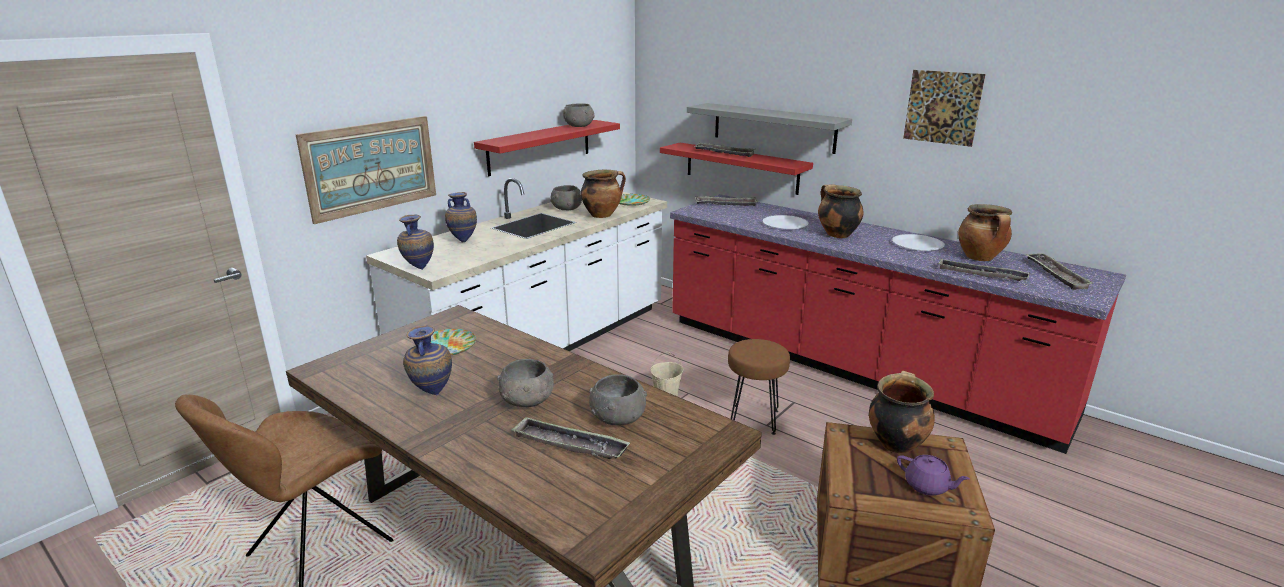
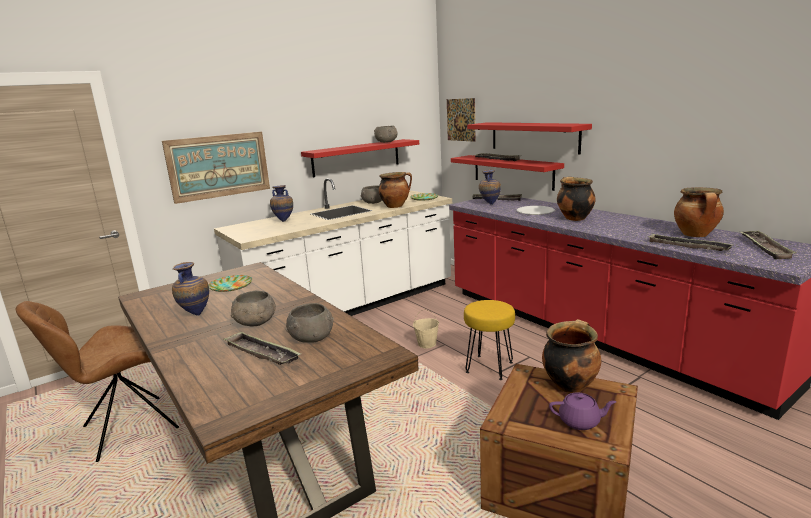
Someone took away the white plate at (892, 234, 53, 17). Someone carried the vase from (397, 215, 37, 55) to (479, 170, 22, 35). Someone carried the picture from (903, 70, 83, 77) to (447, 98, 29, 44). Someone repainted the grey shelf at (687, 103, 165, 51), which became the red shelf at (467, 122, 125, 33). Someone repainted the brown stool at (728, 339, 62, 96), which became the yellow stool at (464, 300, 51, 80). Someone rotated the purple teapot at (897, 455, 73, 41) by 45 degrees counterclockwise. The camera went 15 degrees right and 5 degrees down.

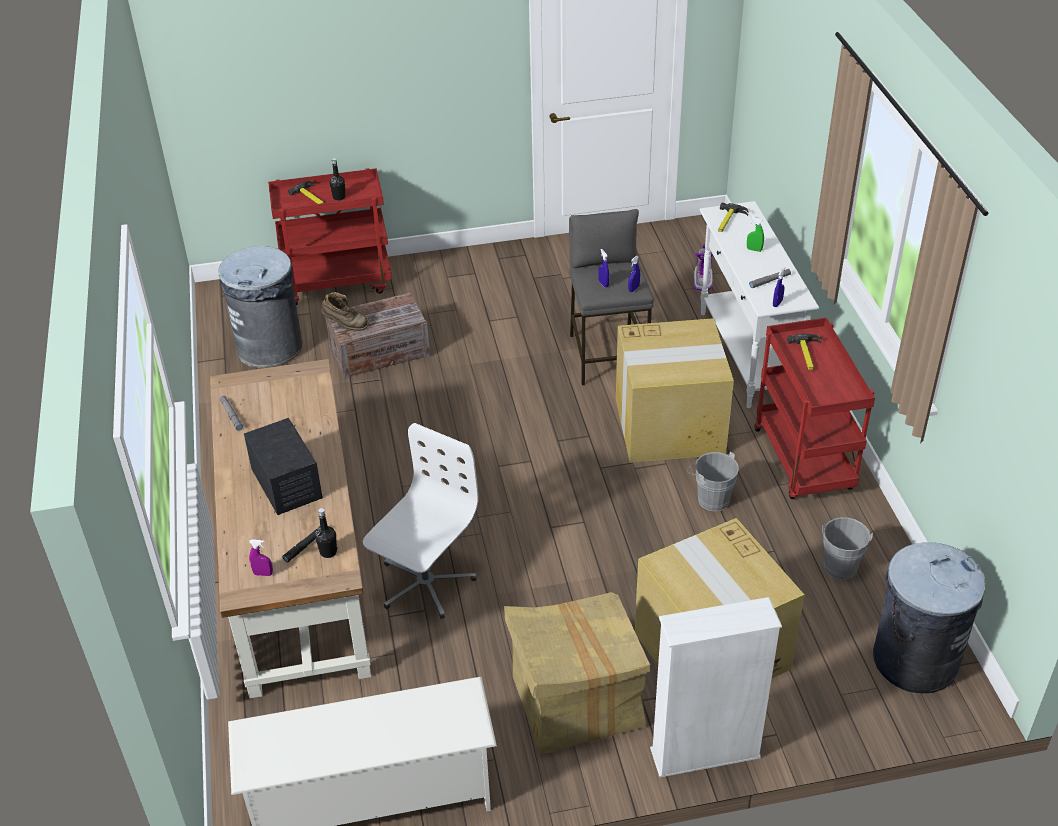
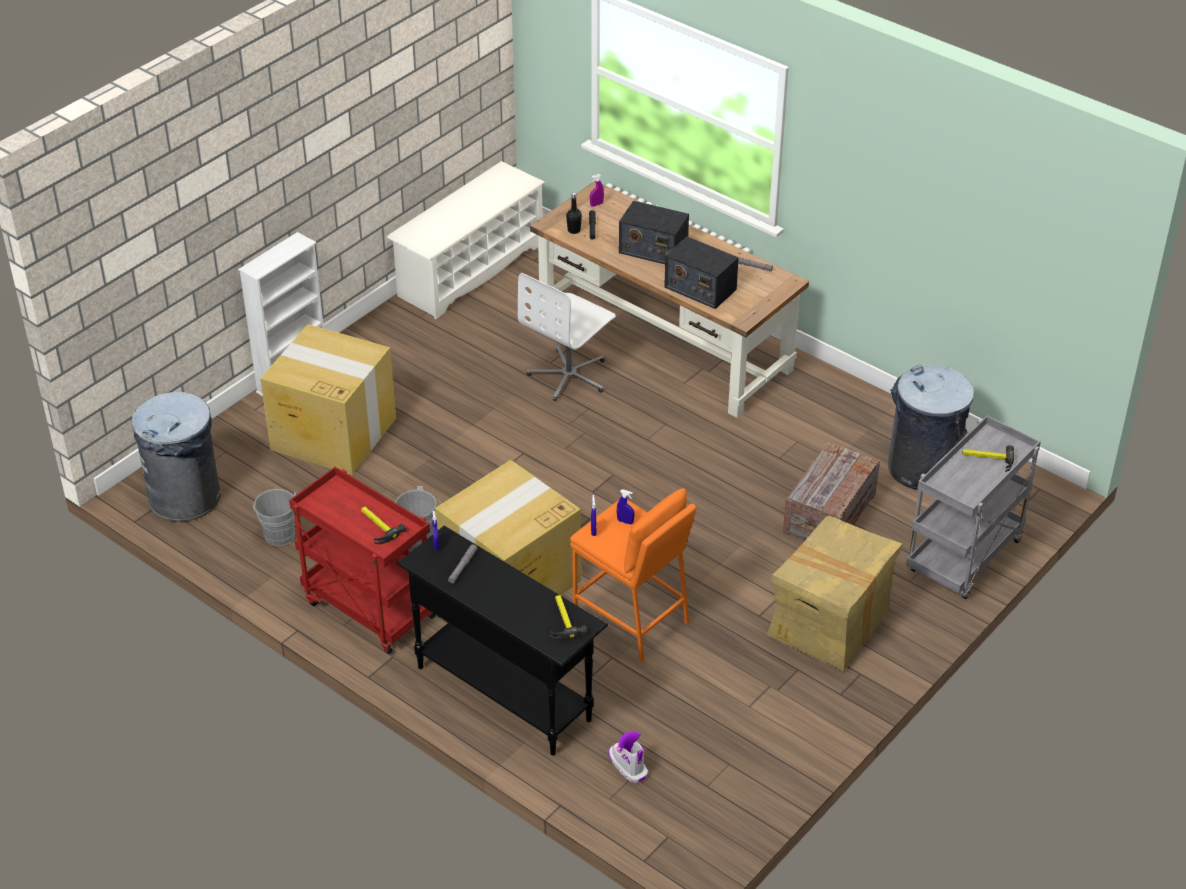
Someone took away the brown boot at (321, 292, 48, 39). Someone took away the black bottle at (329, 158, 16, 43). Someone took away the green spray bottle at (747, 216, 17, 36). Someone put down the radio at (664, 236, 75, 73). Someone carried the cardboard box from (504, 592, 147, 162) to (767, 516, 135, 155). Someone repainted the red cart at (268, 168, 124, 137), which became the grey cart at (906, 416, 135, 183). Someone repainted the grey stool at (569, 209, 85, 177), which became the orange stool at (570, 488, 126, 174). Someone repainted the white console table at (699, 201, 120, 207), which became the black console table at (397, 526, 211, 229). Someone rotated the white office chair at (363, 423, 116, 196) by 45 degrees clockwise. The camera went 140 degrees right and 0 degrees up.

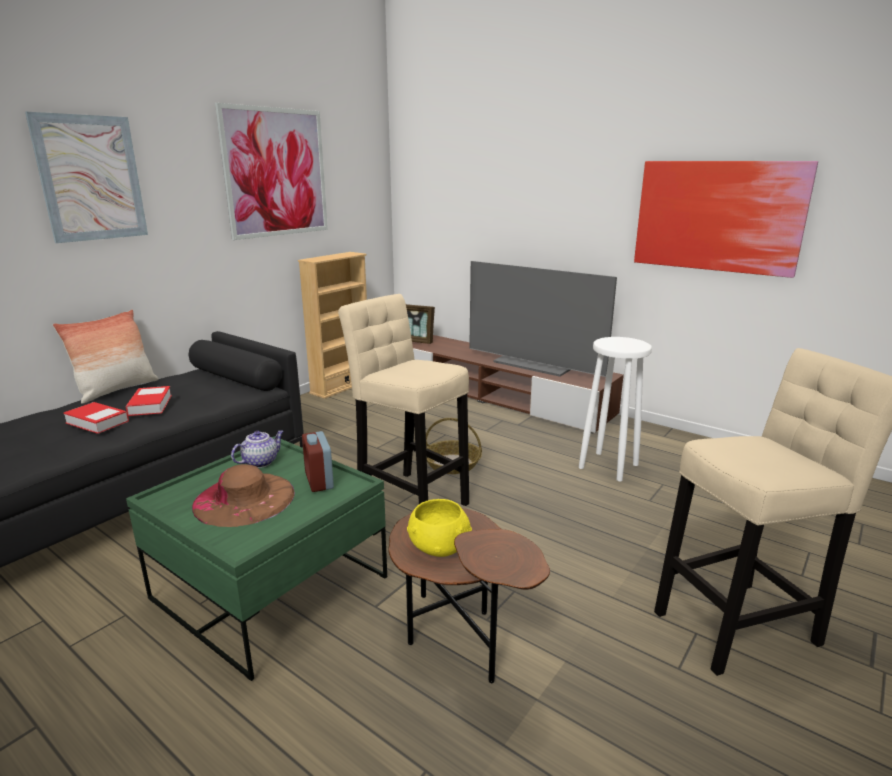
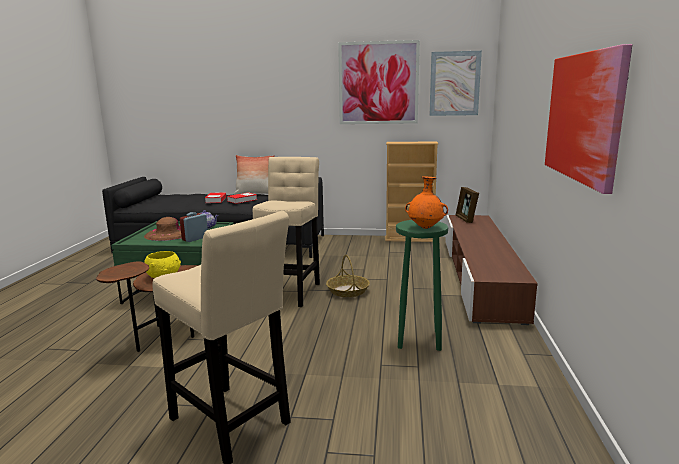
Someone took away the television at (469, 261, 148, 116). Someone put down the orange vase at (405, 177, 43, 52). Someone carried the picture from (25, 112, 123, 131) to (429, 51, 53, 65). Someone repainted the white stool at (579, 337, 73, 144), which became the green stool at (396, 220, 52, 131). The camera went 60 degrees right and 5 degrees down.

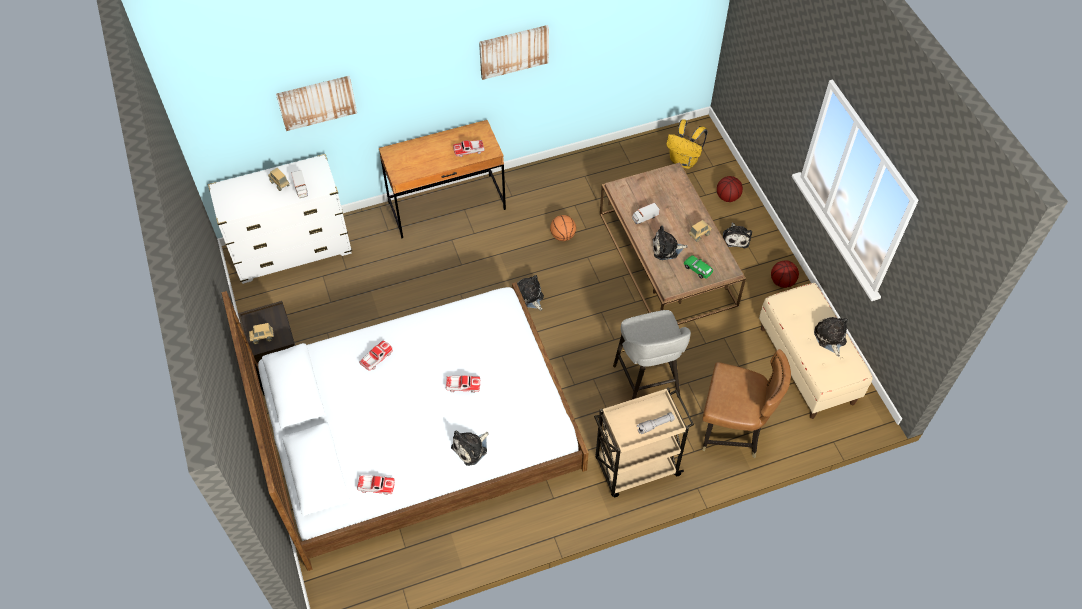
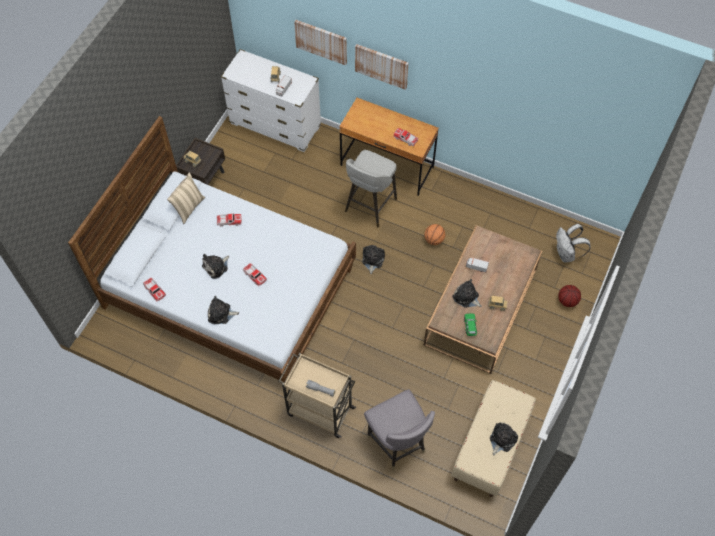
Someone took away the basketball at (771, 260, 28, 28). Someone put down the beige pillow at (167, 172, 38, 52). Someone carried the picture from (479, 25, 70, 55) to (355, 44, 54, 46). Someone carried the grey stool from (613, 310, 78, 89) to (345, 150, 52, 77). Someone carried the plush toy from (723, 222, 29, 26) to (202, 254, 27, 25). Someone repainted the yellow backpack at (666, 119, 42, 50), which became the white backpack at (556, 224, 35, 38). Someone repainted the brown chair at (702, 349, 89, 110), which became the grey chair at (364, 389, 71, 81). The camera went 45 degrees right and 5 degrees up.

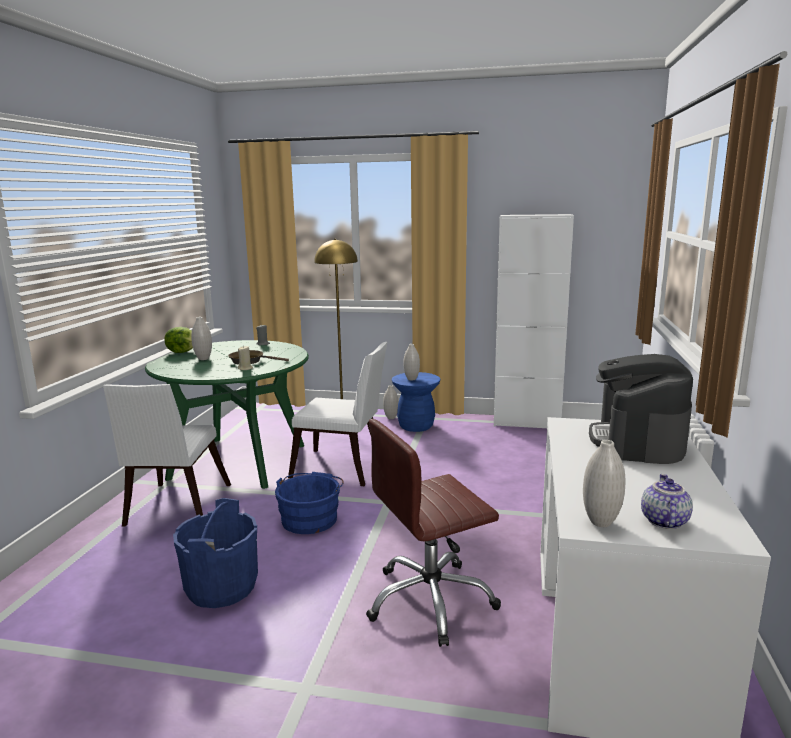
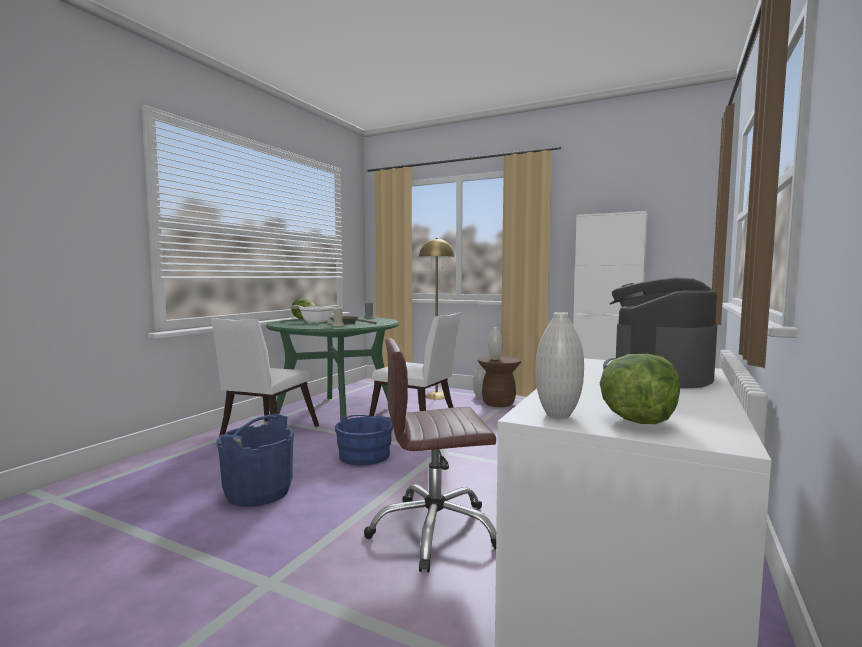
Someone swapped the white vase at (191, 317, 21, 43) for the frying pan at (290, 305, 45, 18). Someone swapped the teapot at (641, 474, 52, 55) for the lettuce at (600, 354, 80, 70). Someone repainted the blue stool at (392, 372, 48, 60), which became the brown stool at (478, 356, 43, 51). The camera went 15 degrees right and 10 degrees down.

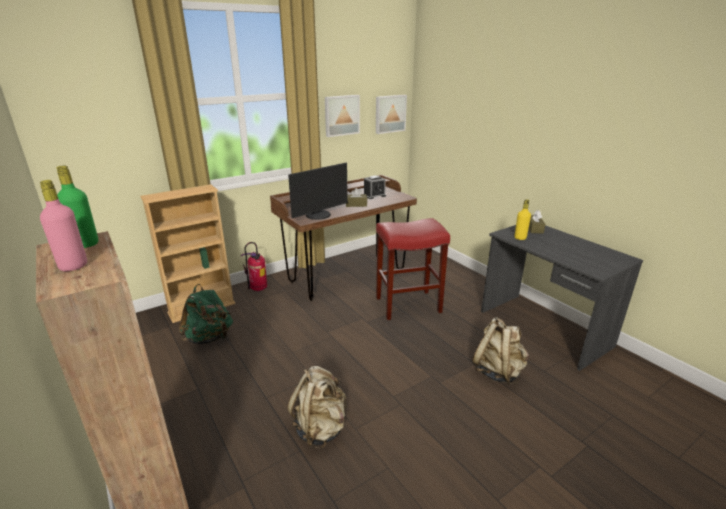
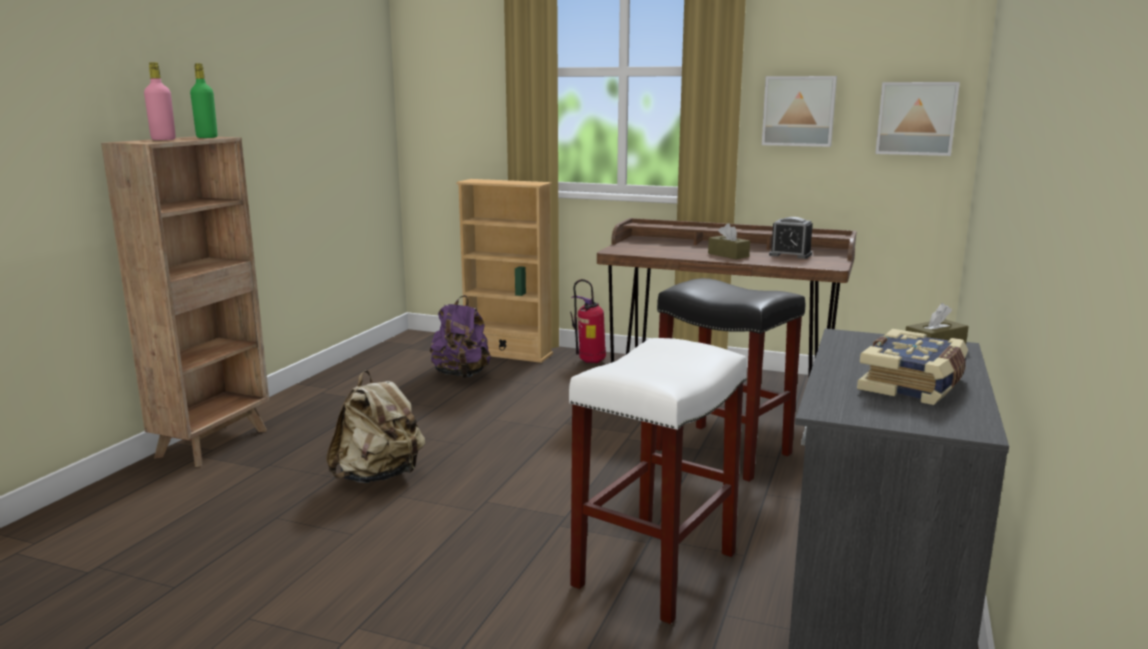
Someone took away the monitor at (288, 163, 60, 57). Someone took away the yellow bottle at (514, 199, 17, 41). Someone put down the book at (857, 329, 111, 76). Someone swapped the beige backpack at (472, 317, 57, 68) for the white stool at (569, 338, 178, 286). Someone repainted the green backpack at (179, 284, 54, 60), which became the purple backpack at (430, 295, 61, 83). Someone repainted the red stool at (376, 218, 74, 102), which became the black stool at (656, 278, 149, 204). The camera went 55 degrees right and 10 degrees down.

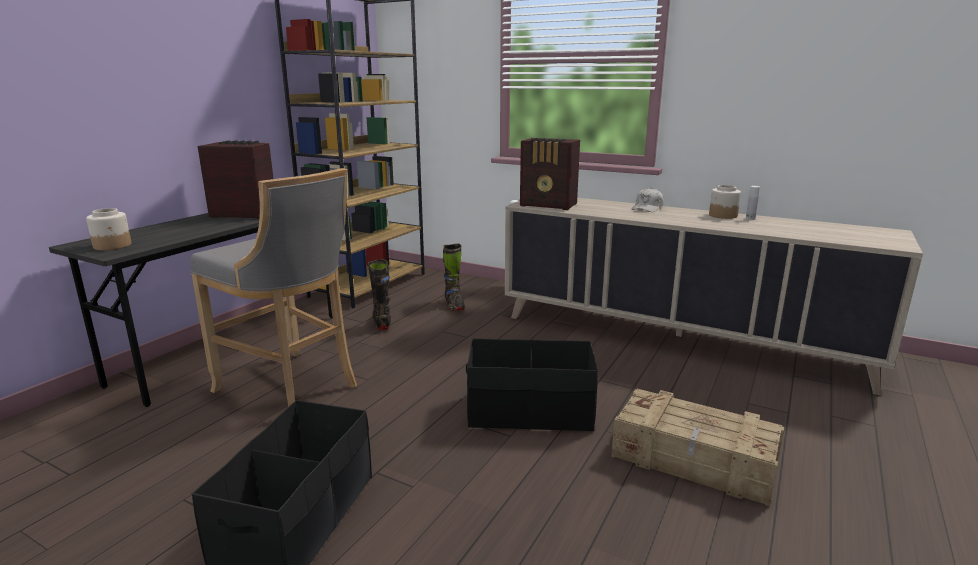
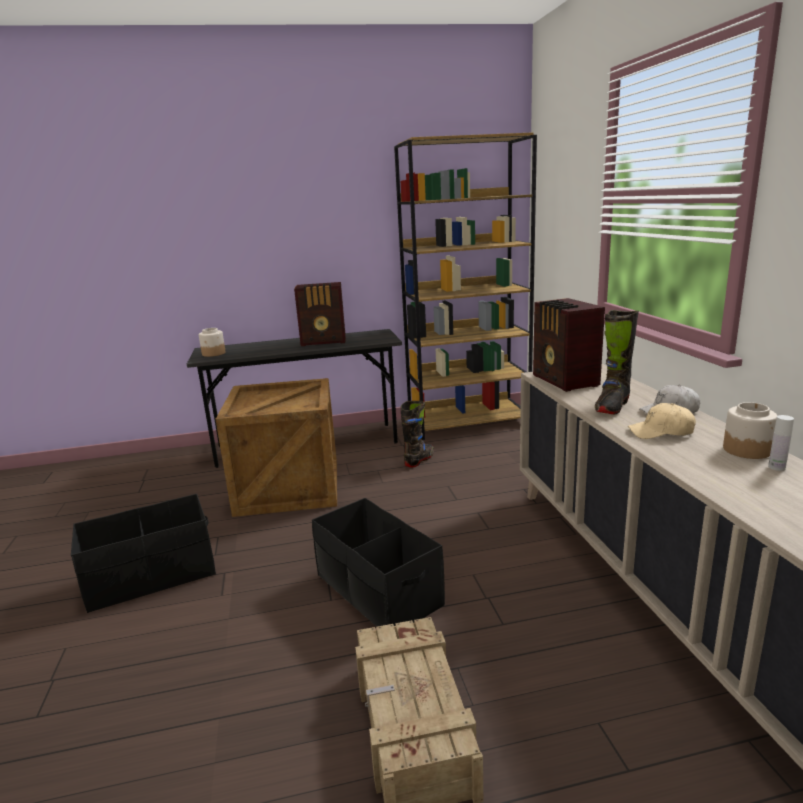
Someone put down the beige cap at (628, 403, 68, 36). Someone carried the black boot from (443, 244, 22, 67) to (595, 310, 44, 104). Someone swapped the grey stool at (190, 168, 167, 239) for the crate at (215, 378, 122, 139). Someone rotated the radio at (198, 140, 76, 79) by 120 degrees clockwise. The camera went 50 degrees right and 0 degrees up.

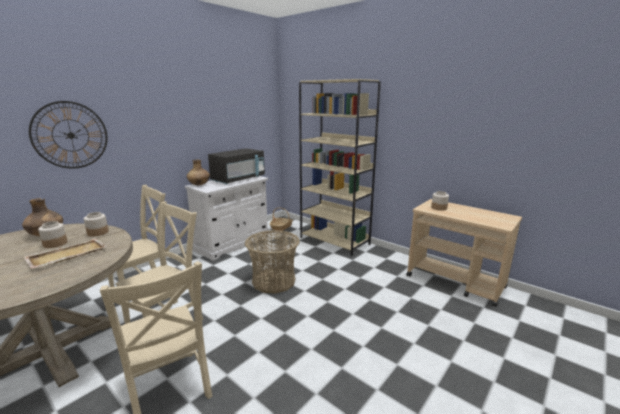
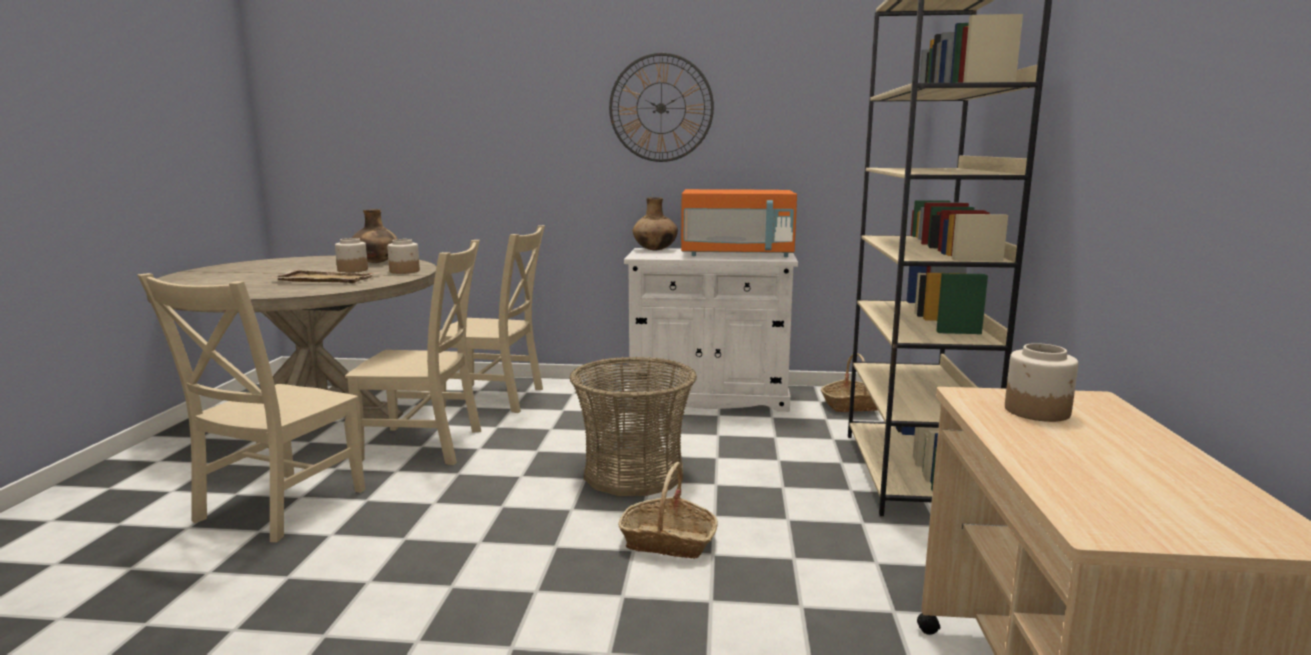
Someone put down the basket at (618, 462, 100, 97). Someone carried the wall clock from (29, 101, 79, 68) to (609, 53, 105, 109). Someone repainted the black microwave at (208, 148, 57, 36), which became the orange microwave at (681, 189, 116, 68). The camera went 55 degrees right and 5 degrees down.

